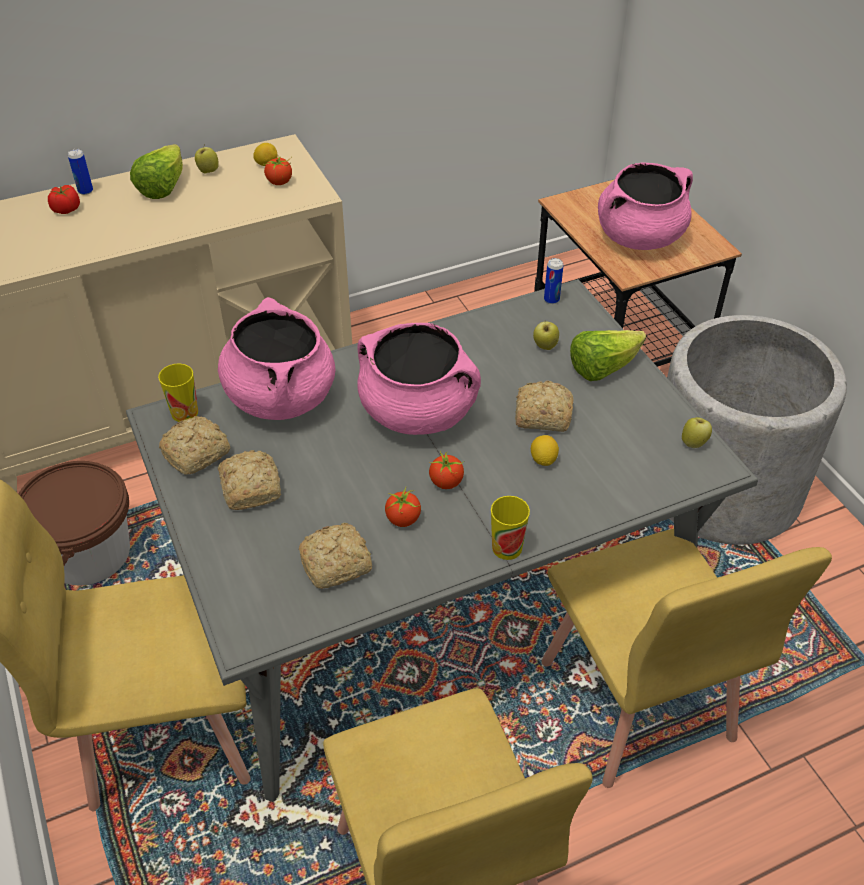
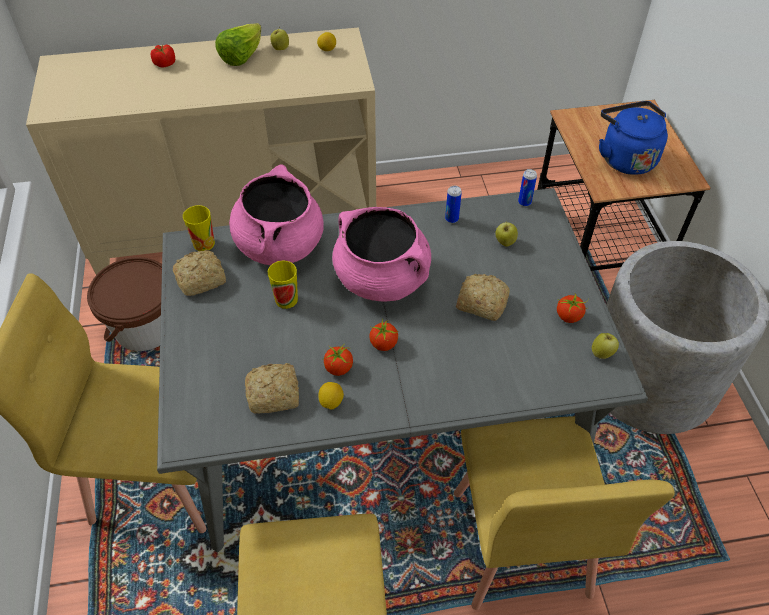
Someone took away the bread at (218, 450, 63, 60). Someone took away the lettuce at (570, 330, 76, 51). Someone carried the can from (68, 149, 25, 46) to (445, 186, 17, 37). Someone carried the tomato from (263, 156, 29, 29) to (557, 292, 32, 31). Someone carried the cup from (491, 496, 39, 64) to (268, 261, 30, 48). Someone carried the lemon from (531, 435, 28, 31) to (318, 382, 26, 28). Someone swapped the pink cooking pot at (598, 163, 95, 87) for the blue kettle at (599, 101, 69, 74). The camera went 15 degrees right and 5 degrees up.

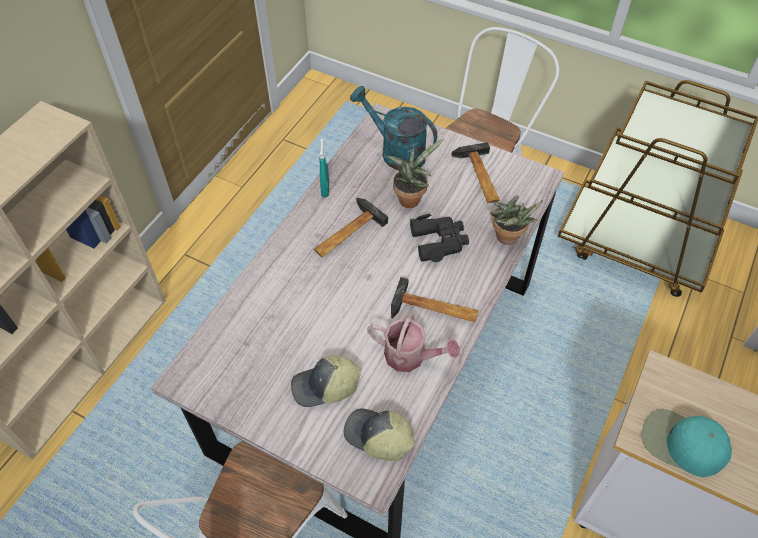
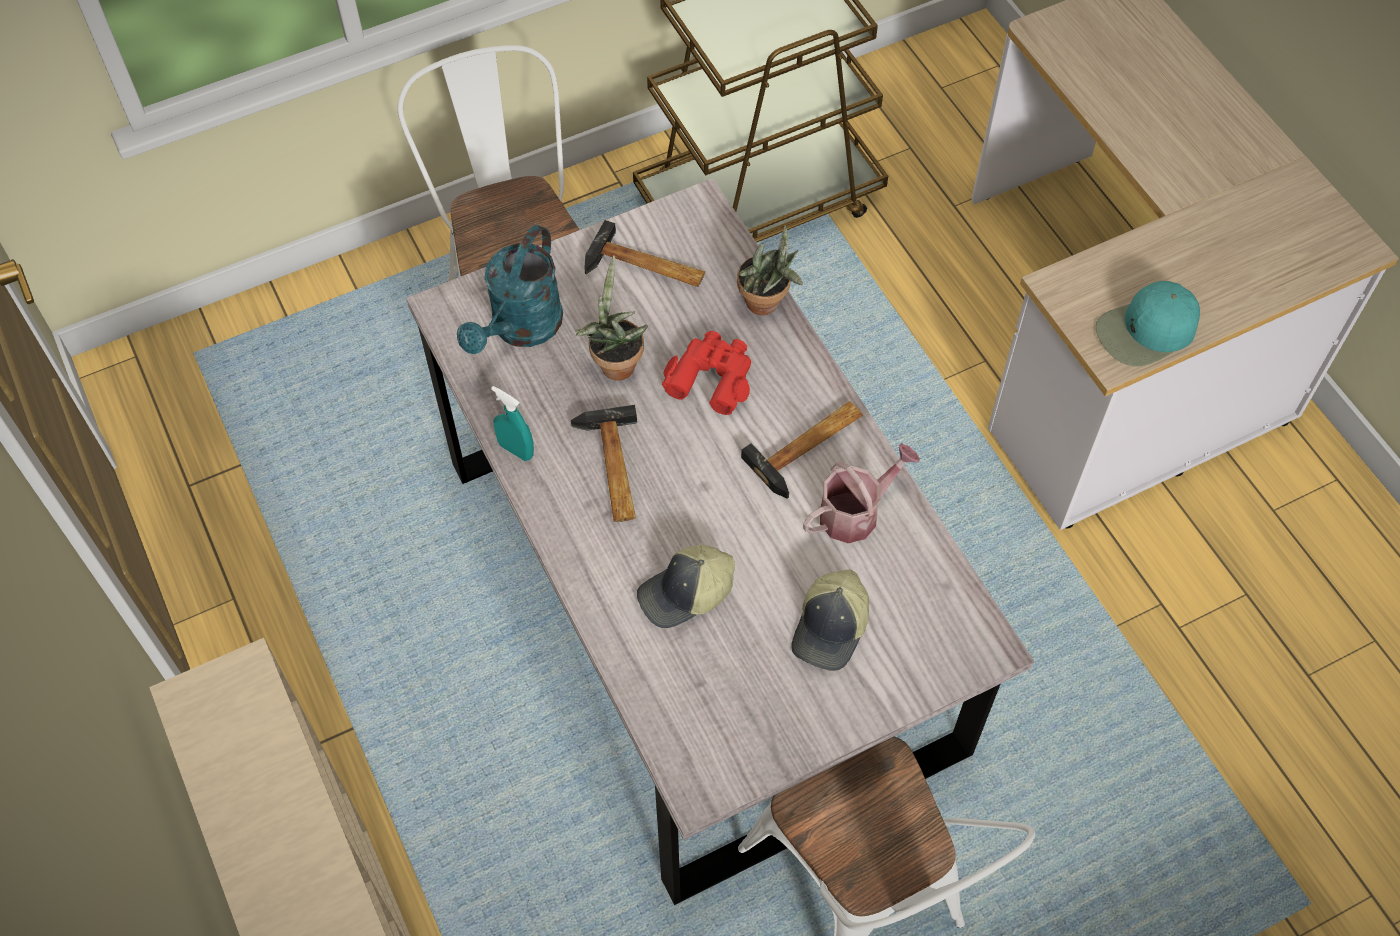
Someone carried the cap from (344, 409, 71, 52) to (637, 545, 98, 83). Someone repainted the black binoculars at (410, 214, 59, 48), which became the red binoculars at (662, 331, 89, 84). Someone rotated the turquoise watering can at (350, 86, 87, 84) by 45 degrees counterclockwise. The camera went 55 degrees left and 5 degrees up.

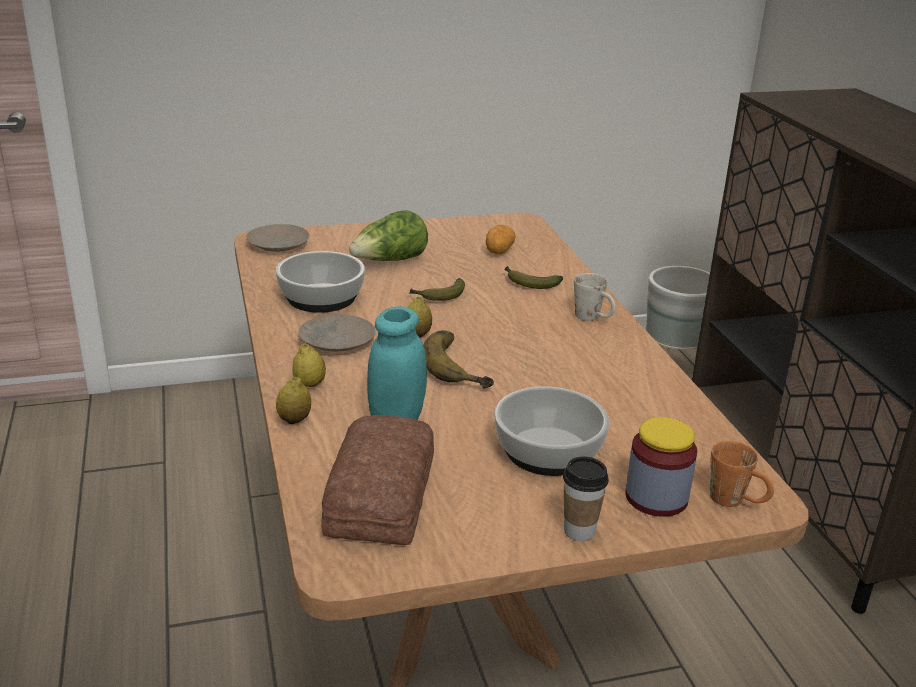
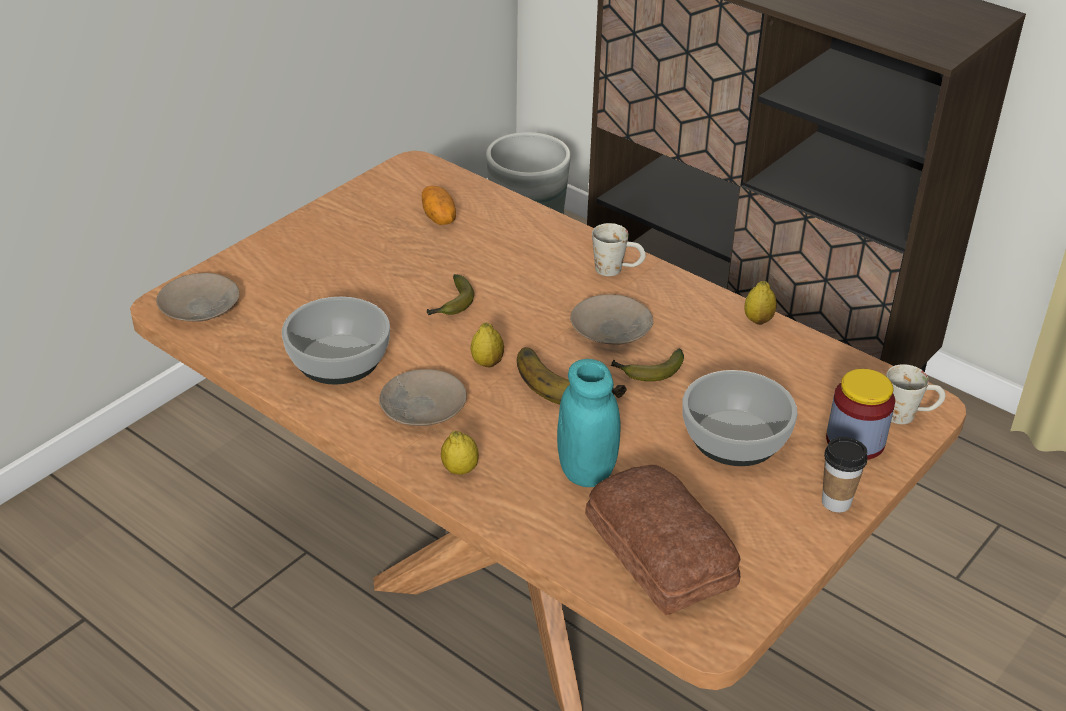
Someone took away the lettuce at (349, 210, 79, 51). Someone put down the beige plate at (570, 294, 83, 51). Someone carried the lemon from (276, 377, 35, 47) to (744, 281, 33, 44). Someone carried the banana from (504, 266, 59, 23) to (611, 349, 73, 33). Someone repainted the orange mug at (710, 441, 64, 66), which became the white mug at (886, 364, 59, 60). The camera went 35 degrees left and 10 degrees up.

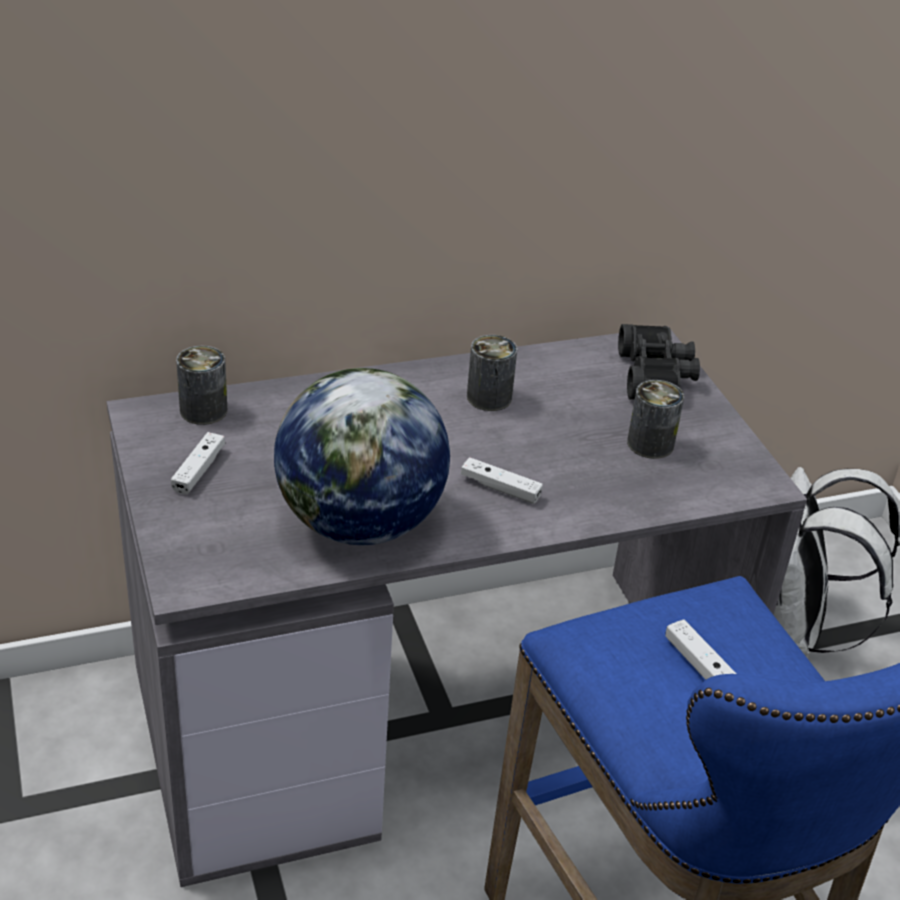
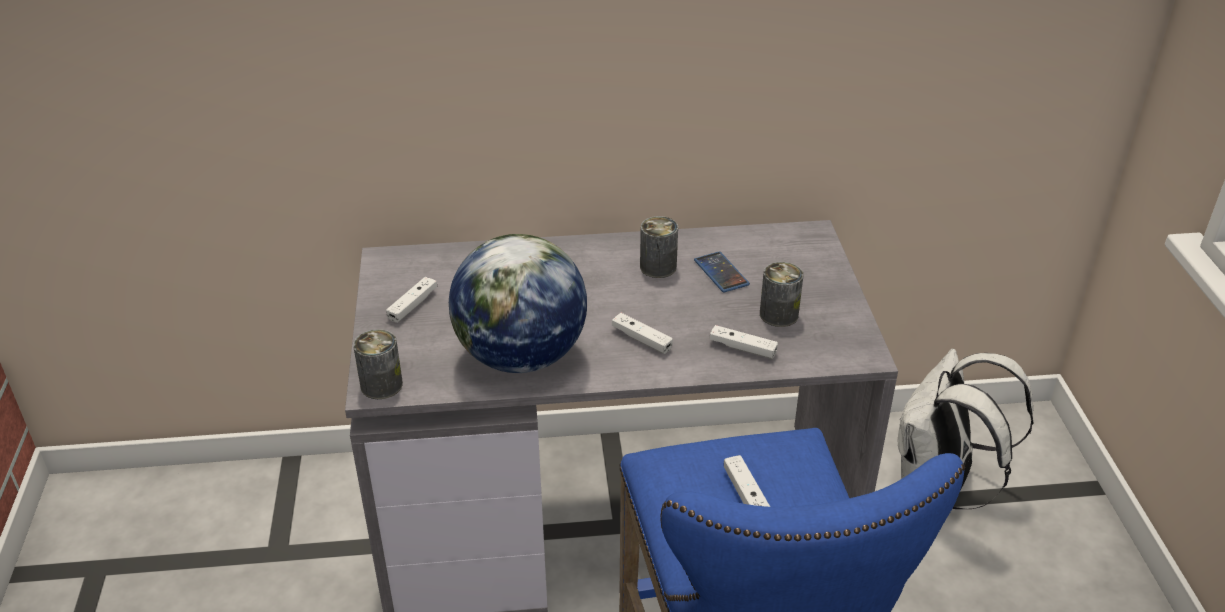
Someone took away the black binoculars at (618, 324, 82, 76). Someone put down the phone at (694, 251, 56, 42). Someone put down the white game controller at (710, 325, 68, 34). Someone carried the can from (176, 346, 51, 79) to (353, 329, 50, 70). The camera went 15 degrees right and 0 degrees up.

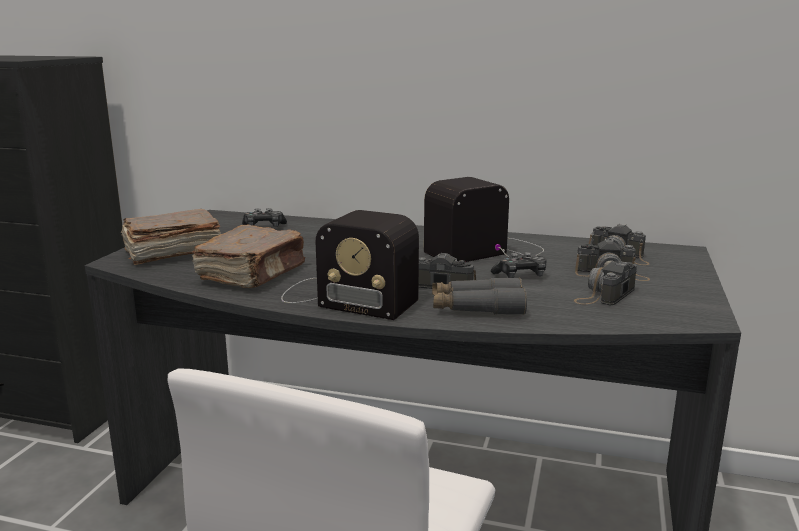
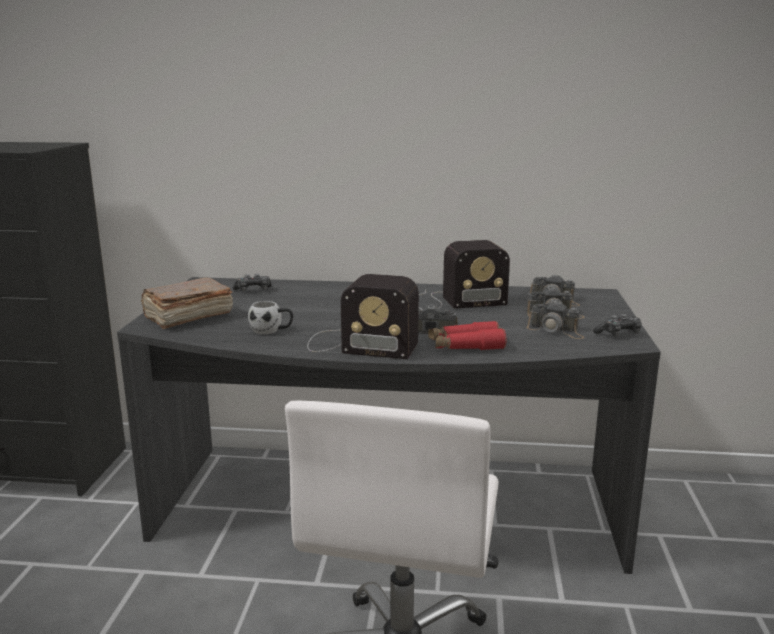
Someone carried the game controller from (491, 252, 55, 26) to (593, 314, 49, 23). Someone swapped the brown book at (192, 225, 113, 63) for the white mug at (248, 301, 45, 33). Someone repainted the grey binoculars at (432, 278, 95, 37), which became the red binoculars at (428, 321, 78, 29). Someone rotated the radio at (424, 177, 120, 85) by 150 degrees counterclockwise. Someone rotated the photo camera at (574, 261, 63, 44) by 90 degrees counterclockwise. The camera went 10 degrees left and 0 degrees up.

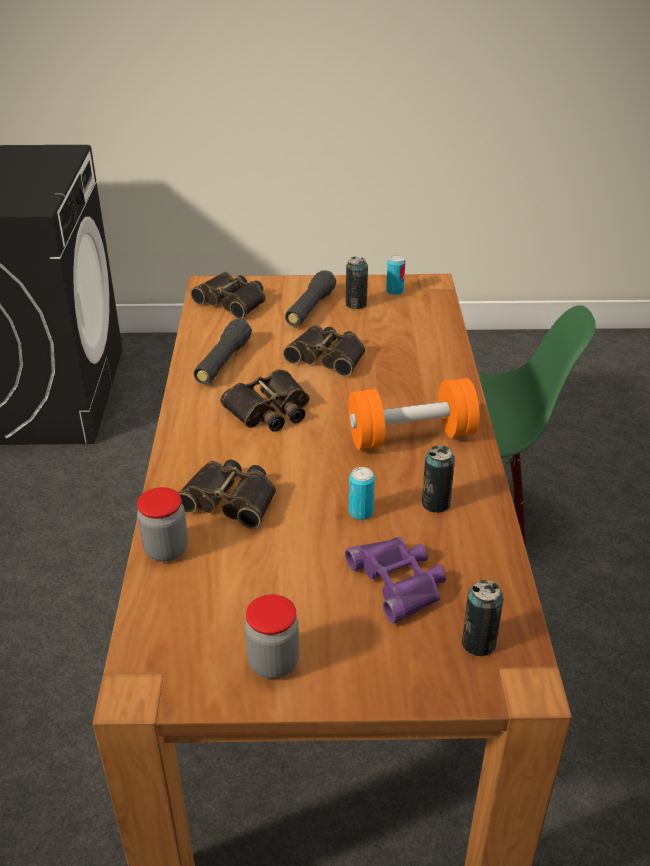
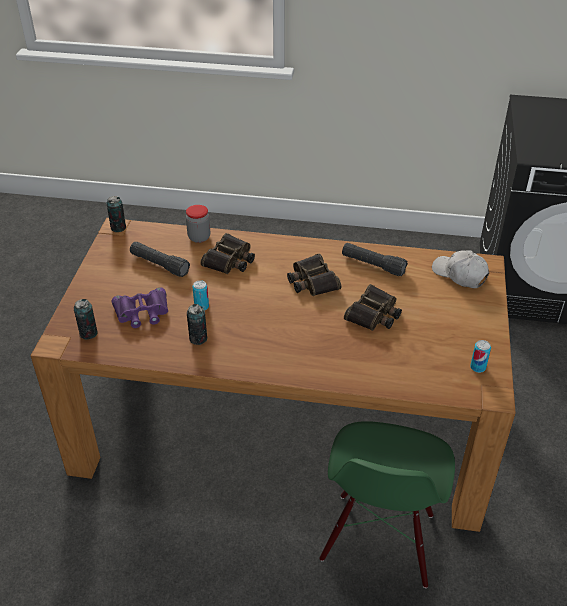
Someone took away the jar at (245, 594, 54, 85). Someone took away the orange dumbbell at (348, 378, 131, 71). Someone carried the black flashlight from (285, 271, 51, 55) to (130, 242, 60, 35). Someone carried the can from (346, 257, 22, 52) to (106, 196, 20, 36). Someone swapped the binoculars at (191, 272, 74, 47) for the white cap at (432, 250, 57, 38). The camera went 100 degrees right and 5 degrees up.

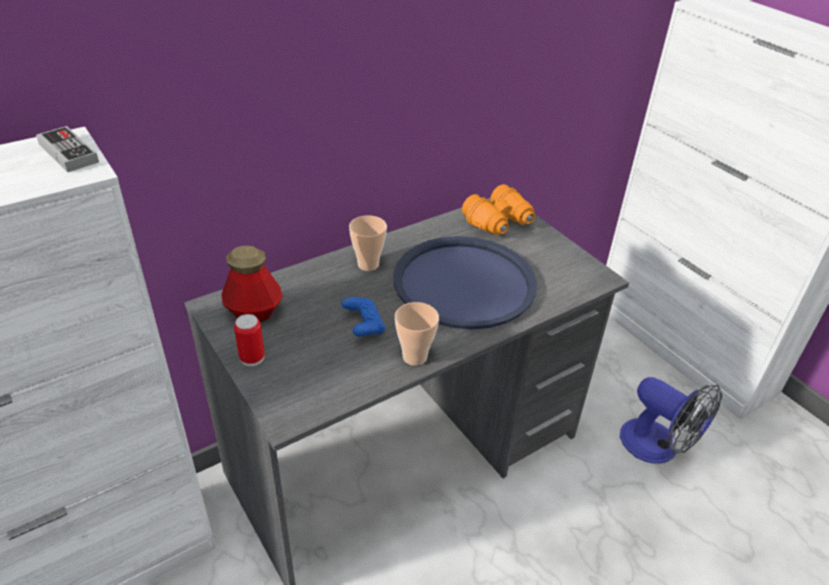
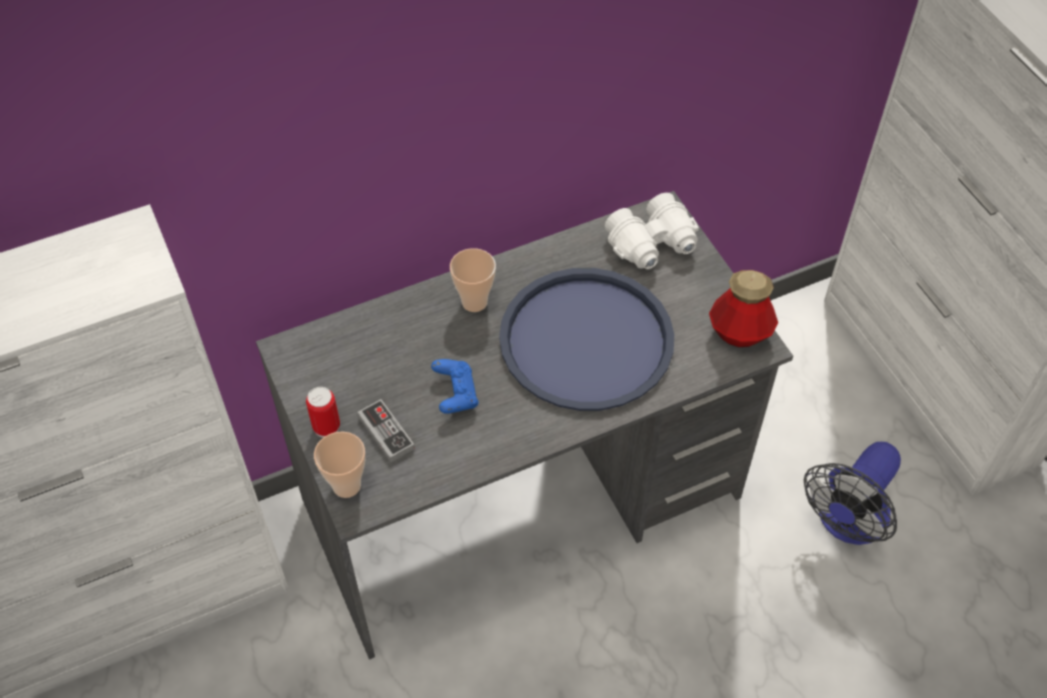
Someone carried the game controller from (36, 126, 63, 46) to (357, 399, 58, 63). Someone carried the bottle from (221, 245, 62, 77) to (709, 270, 69, 77). Someone carried the cup from (395, 302, 44, 64) to (314, 431, 51, 67). Someone repainted the orange binoculars at (462, 184, 73, 51), which became the white binoculars at (605, 193, 94, 76). Someone rotated the fan at (620, 377, 102, 87) by 75 degrees clockwise. The camera went 10 degrees right and 15 degrees up.

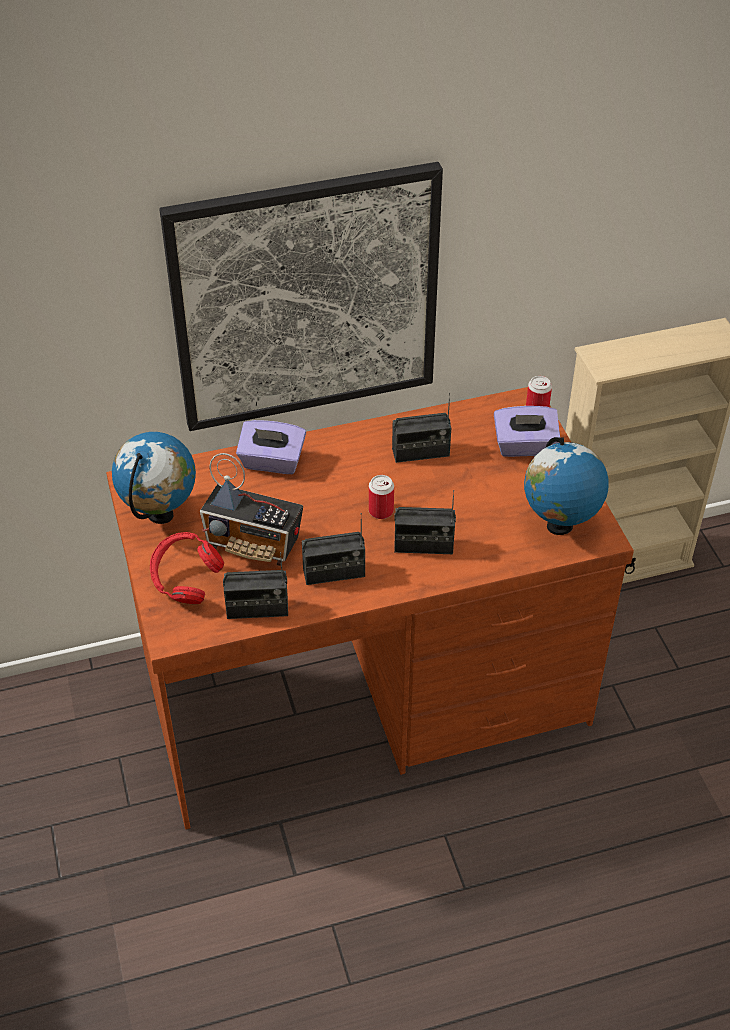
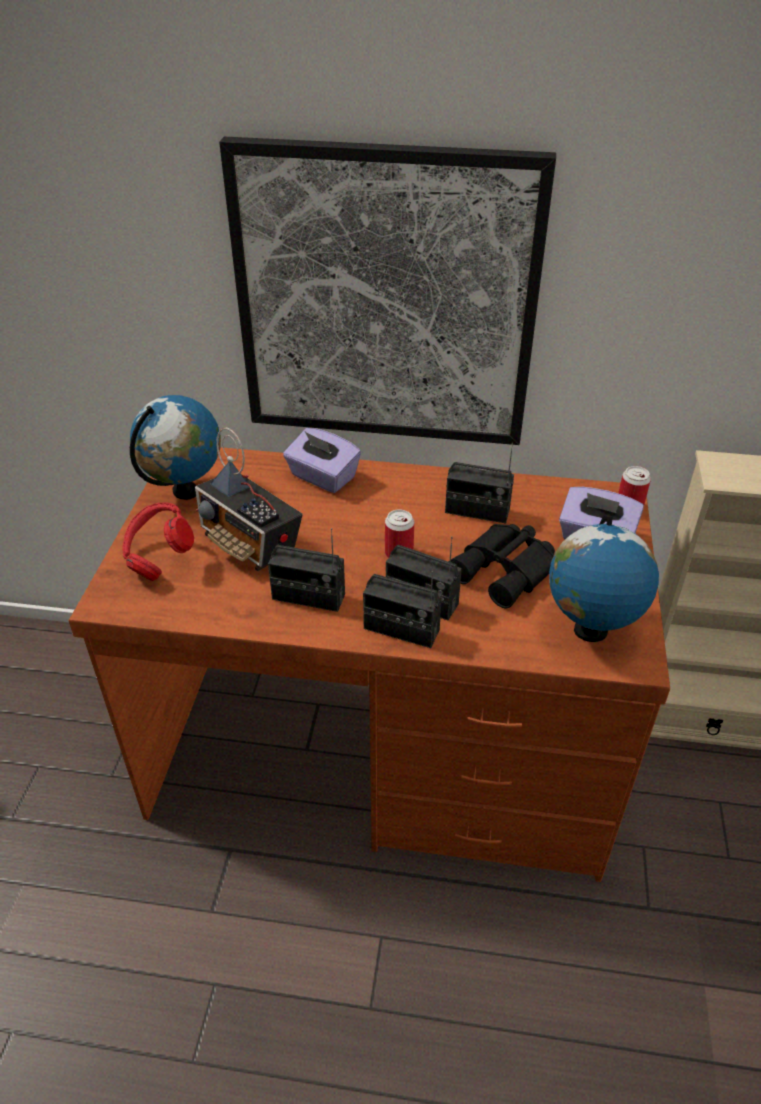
Someone put down the black binoculars at (449, 524, 106, 84). Someone carried the radio from (223, 552, 65, 67) to (363, 564, 79, 84). The camera went 25 degrees right and 5 degrees down.

